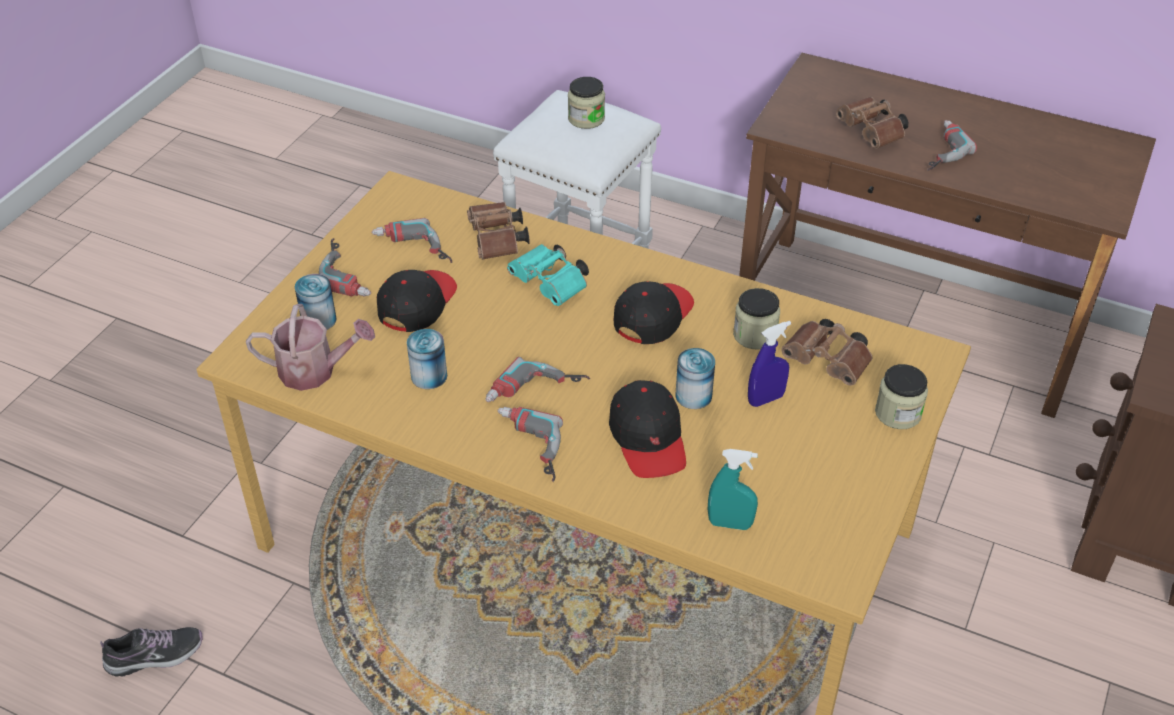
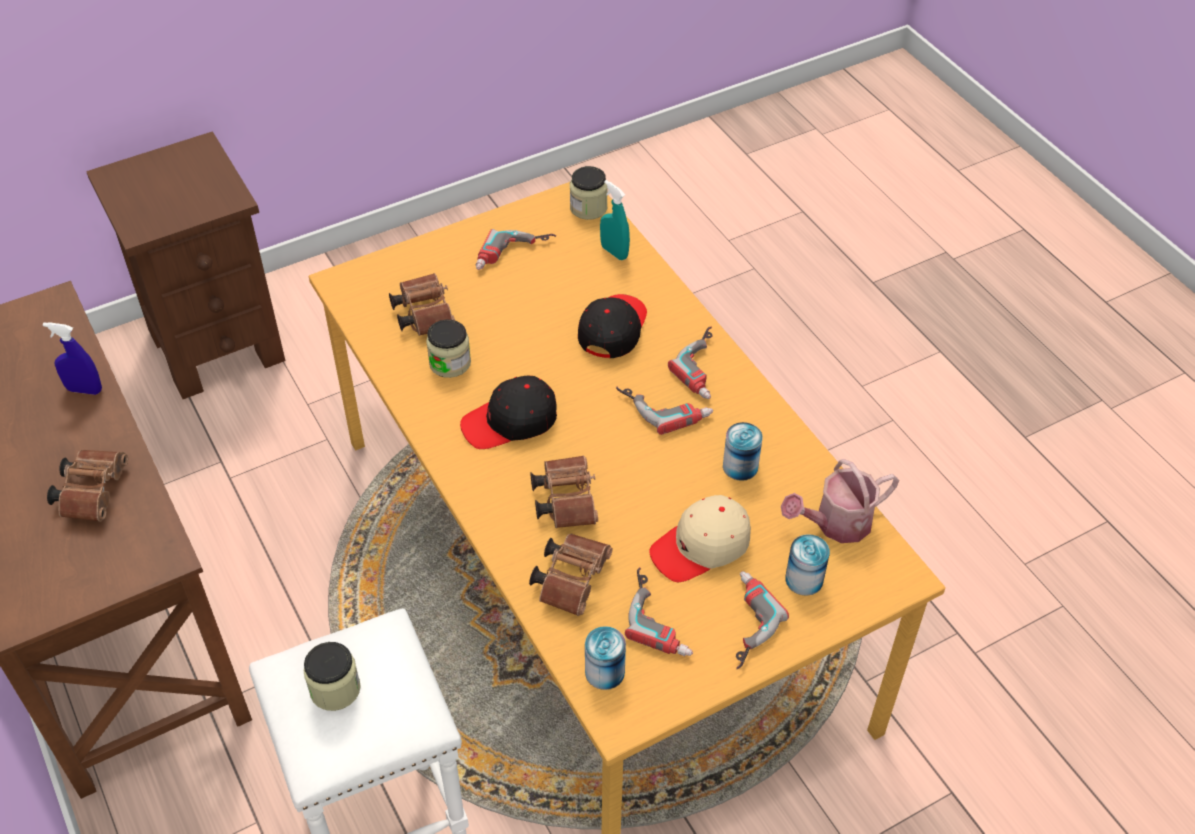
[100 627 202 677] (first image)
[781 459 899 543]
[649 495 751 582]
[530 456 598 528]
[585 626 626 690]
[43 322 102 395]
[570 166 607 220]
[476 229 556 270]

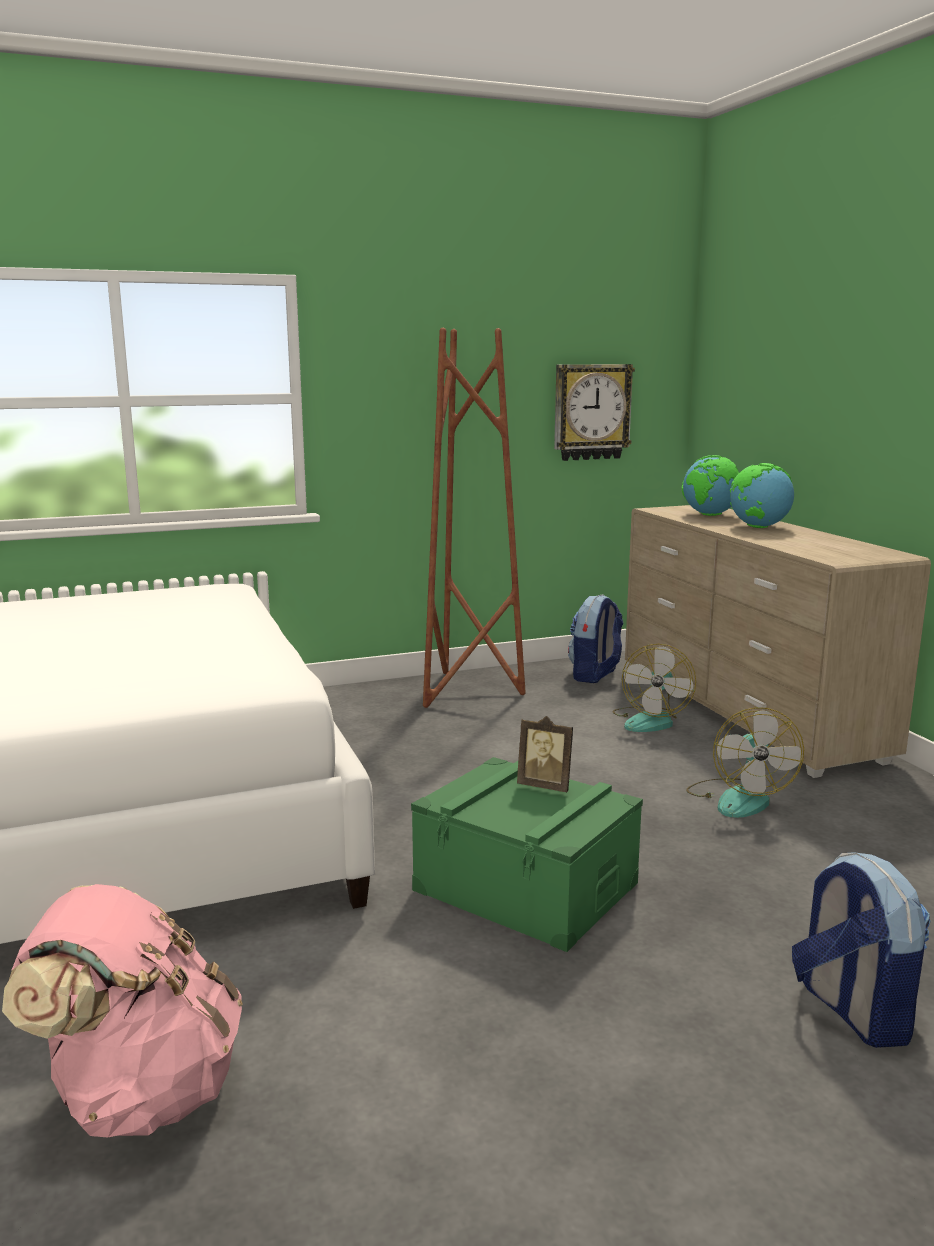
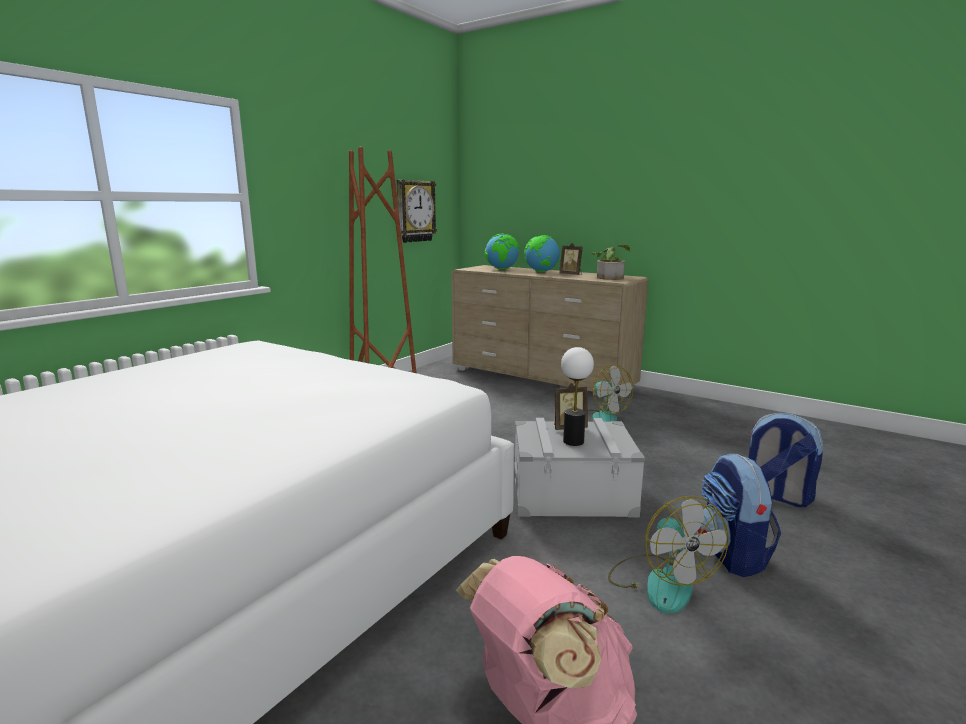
[514 418 645 517]
[697 454 781 577]
[608 496 729 614]
[559 243 583 275]
[561 347 594 446]
[592 244 630 280]

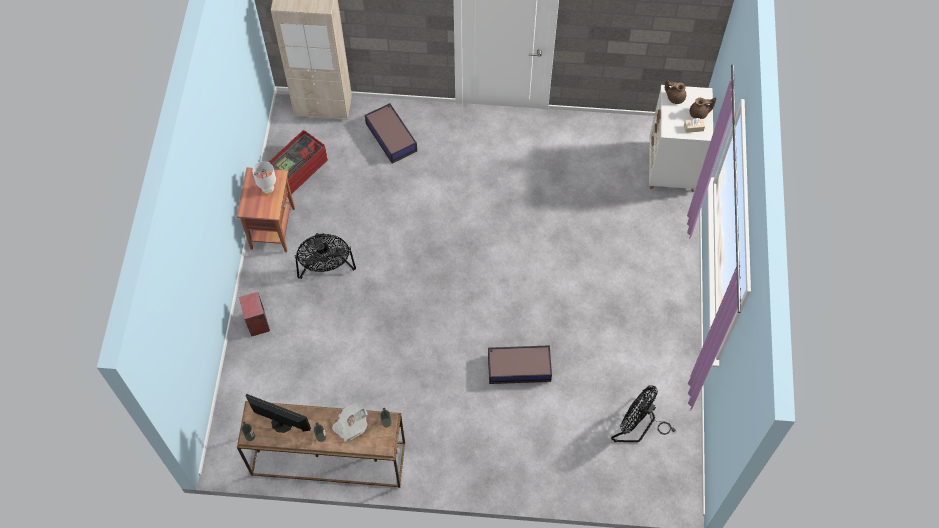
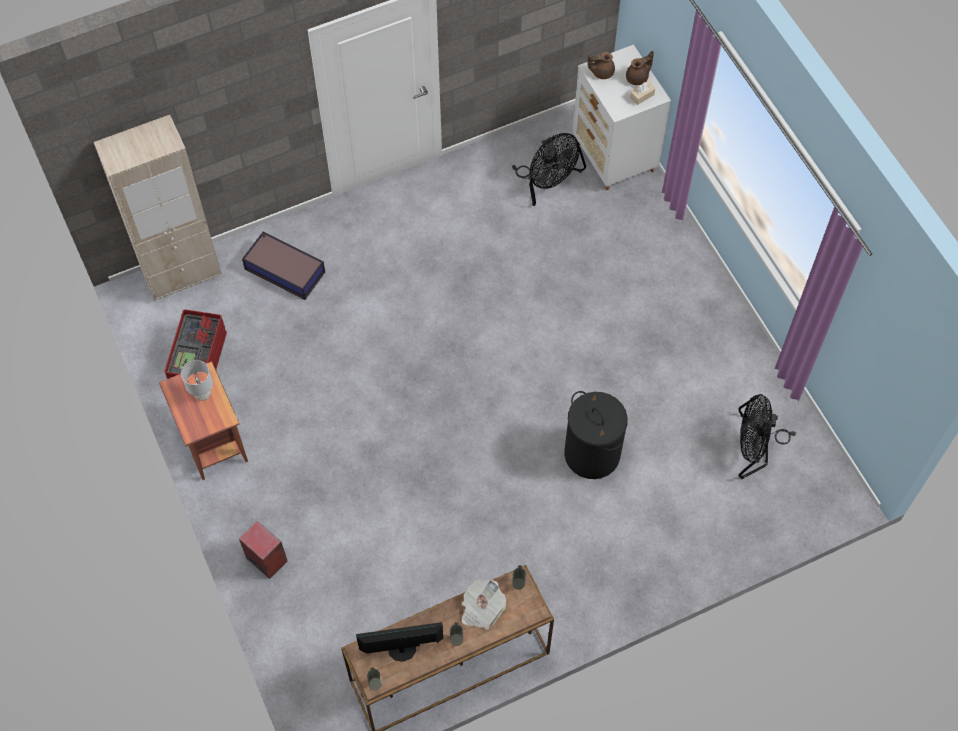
[512 133 586 206]
[564 391 628 479]

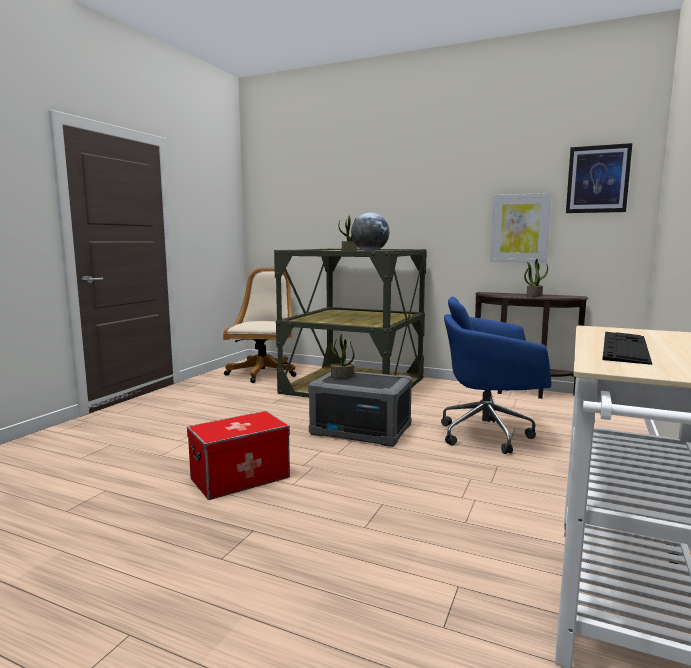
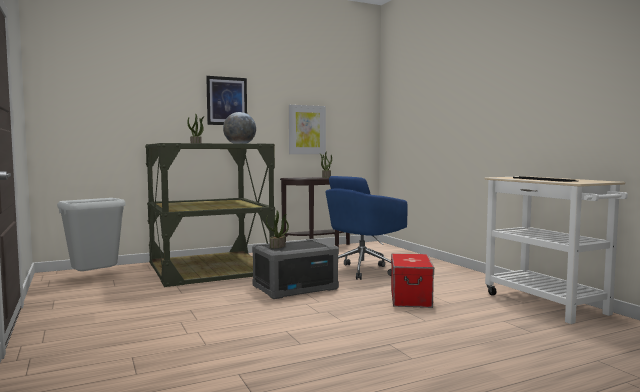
[391 253 434 308]
[57 198 126 271]
[206 76 247 125]

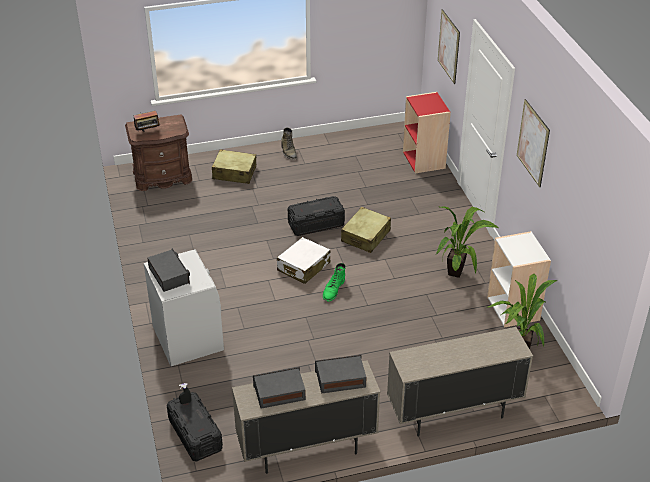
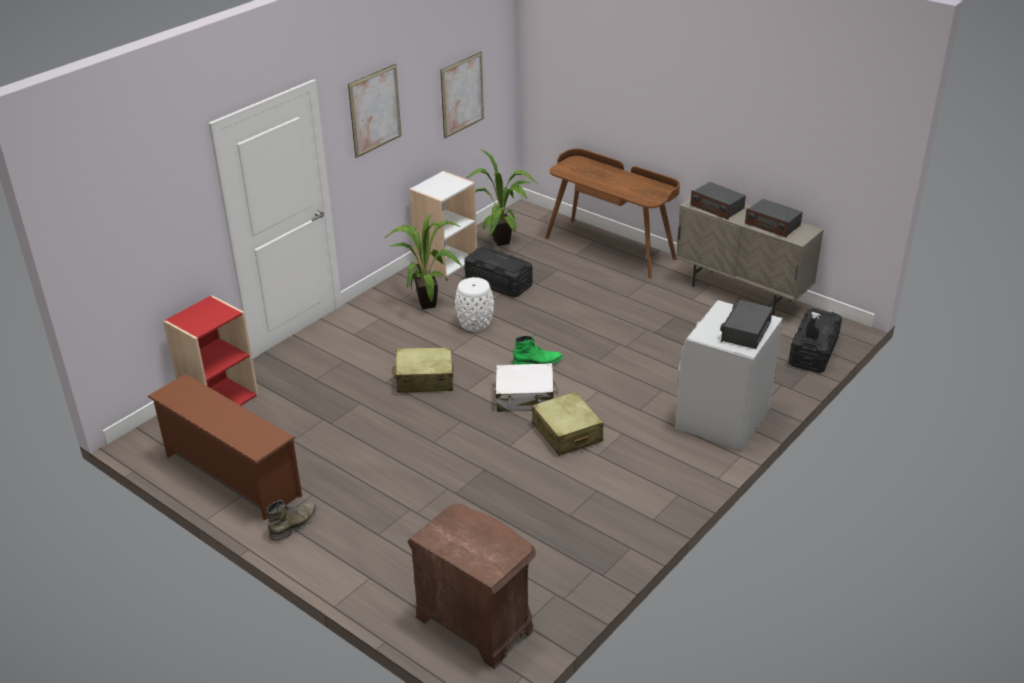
[133 111 160 132] (first image)
[532 392 604 456]
[464 247 533 297]
[545 148 680 279]
[440 52 484 139]
[147 374 302 520]
[455 277 494 332]

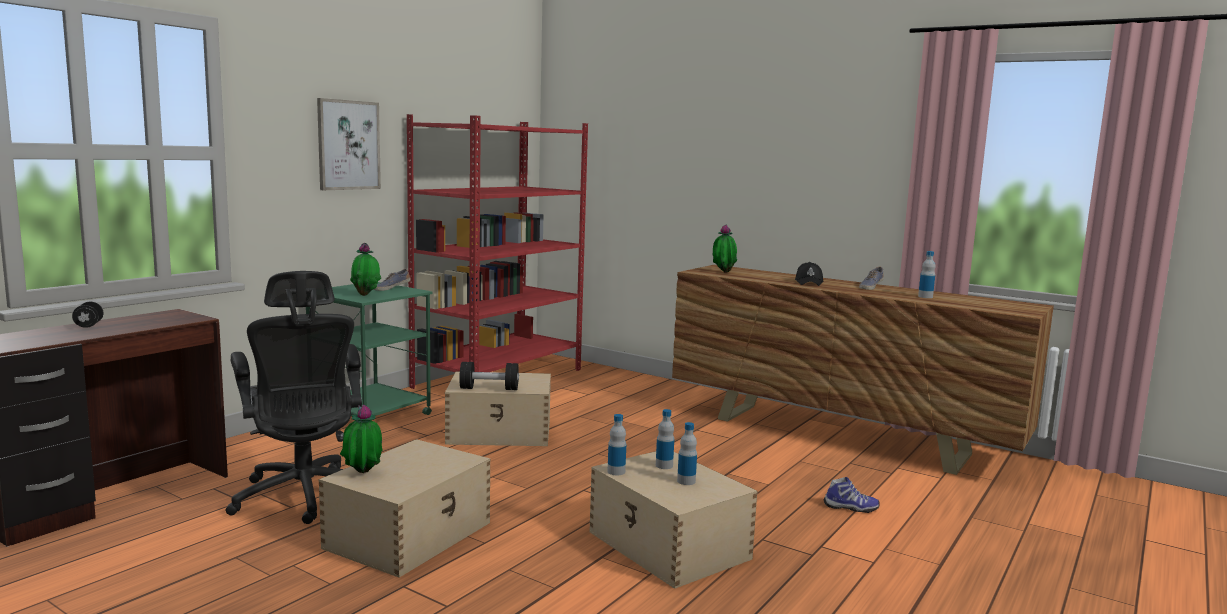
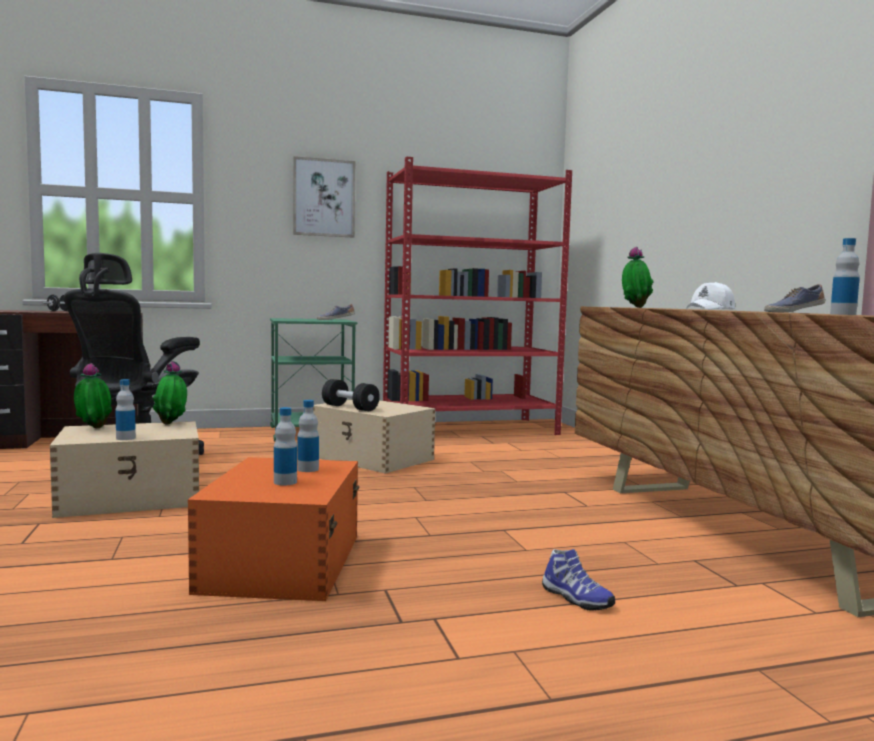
[153 361 187 425]
[188 457 359 601]
[115 379 136 440]
[686 282 736 310]

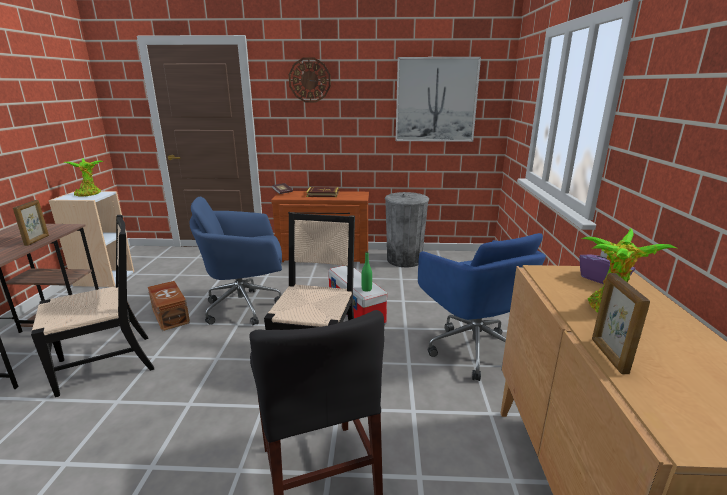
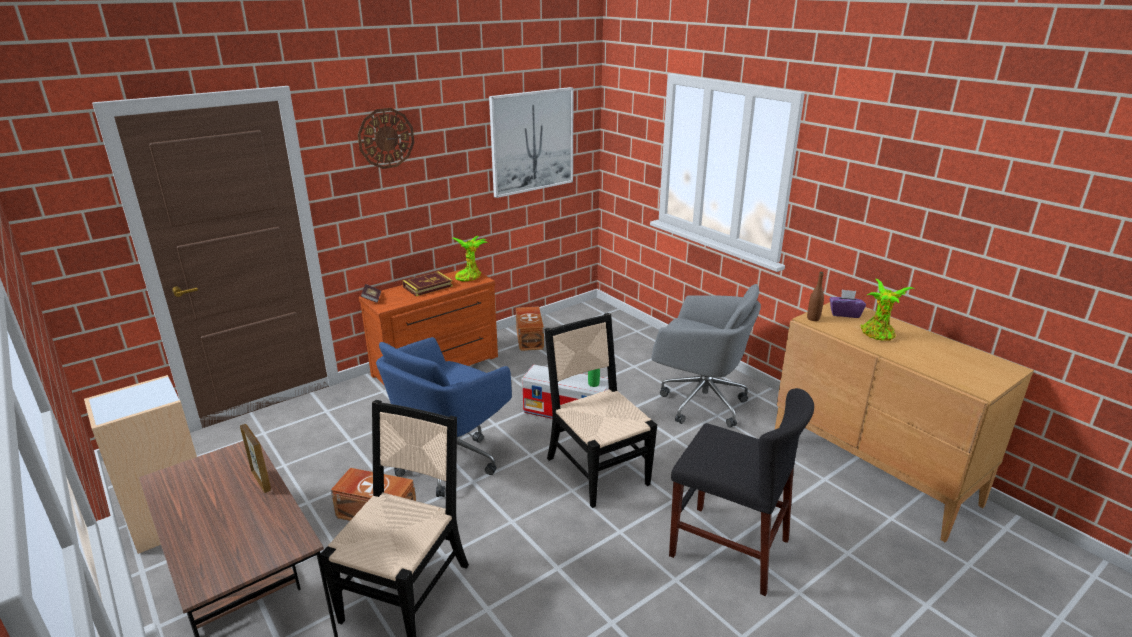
[453 236 489 281]
[516 306 544 351]
[651 284 761 428]
[592 273 650 374] (first image)
[807 272 824 321]

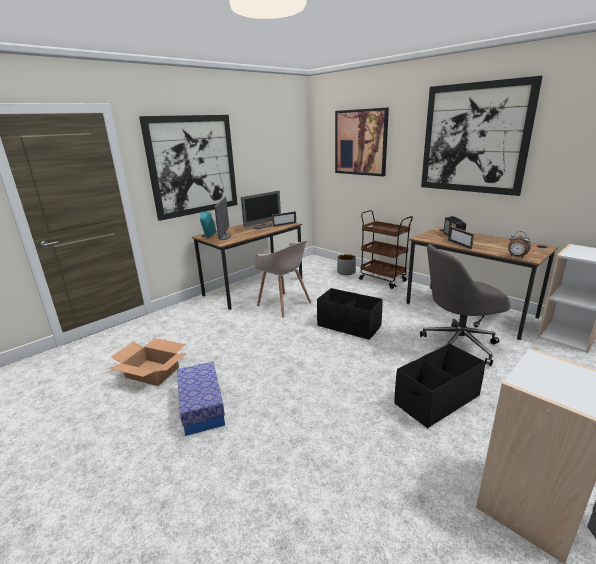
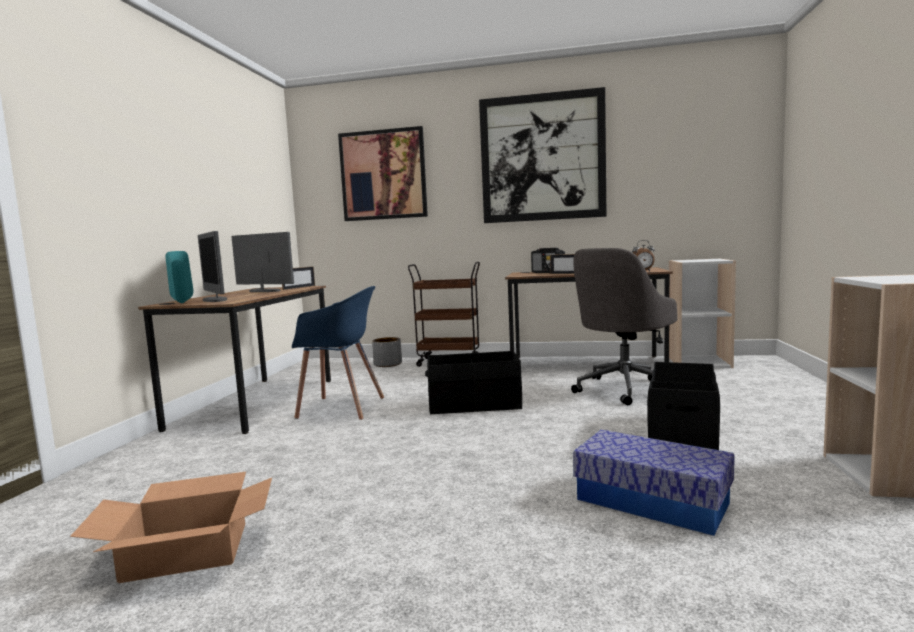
[139 115 237 221] (first image)
[573 430 735 536]
[232 232 294 292]
[292 286 384 420]

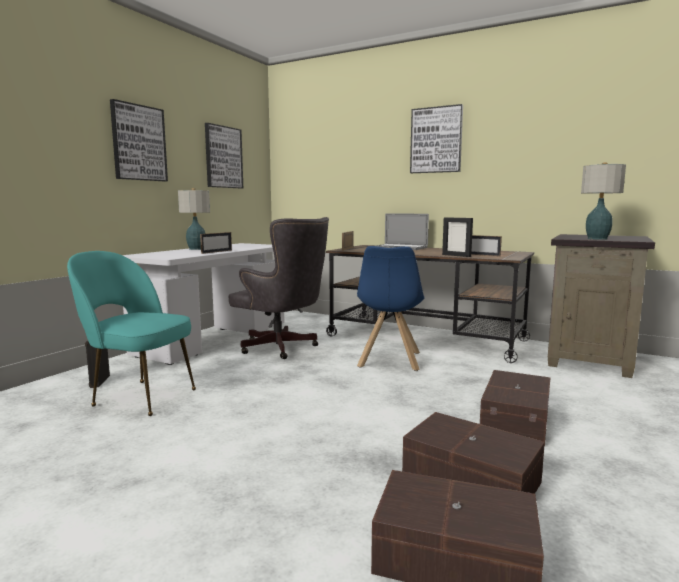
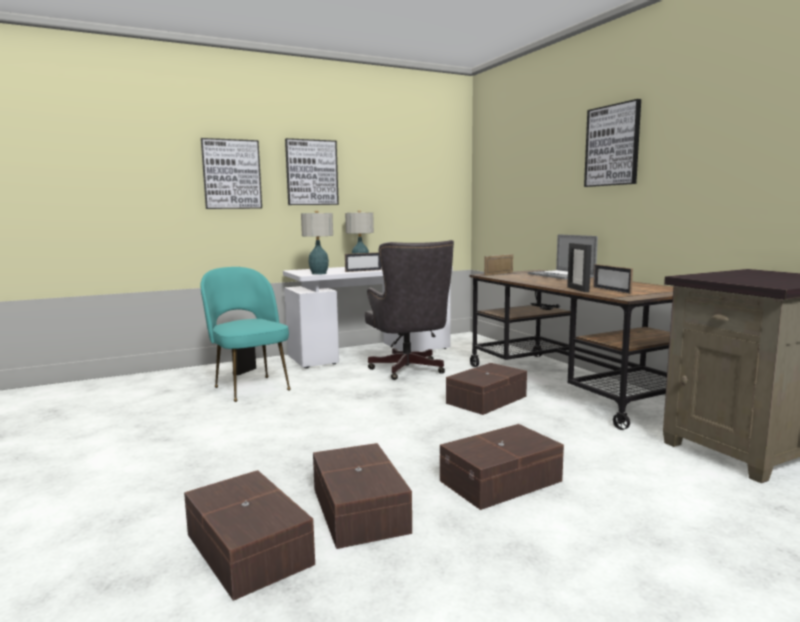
[201 138 262 209]
[446 363 527 415]
[301 211 333 275]

